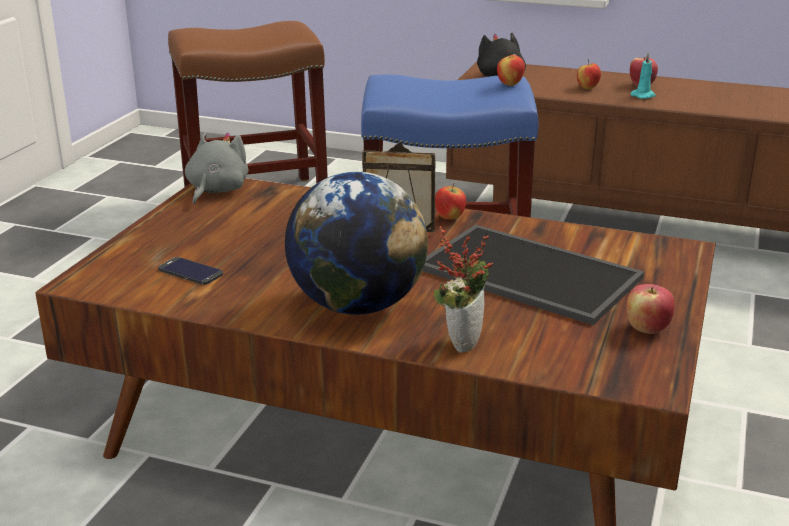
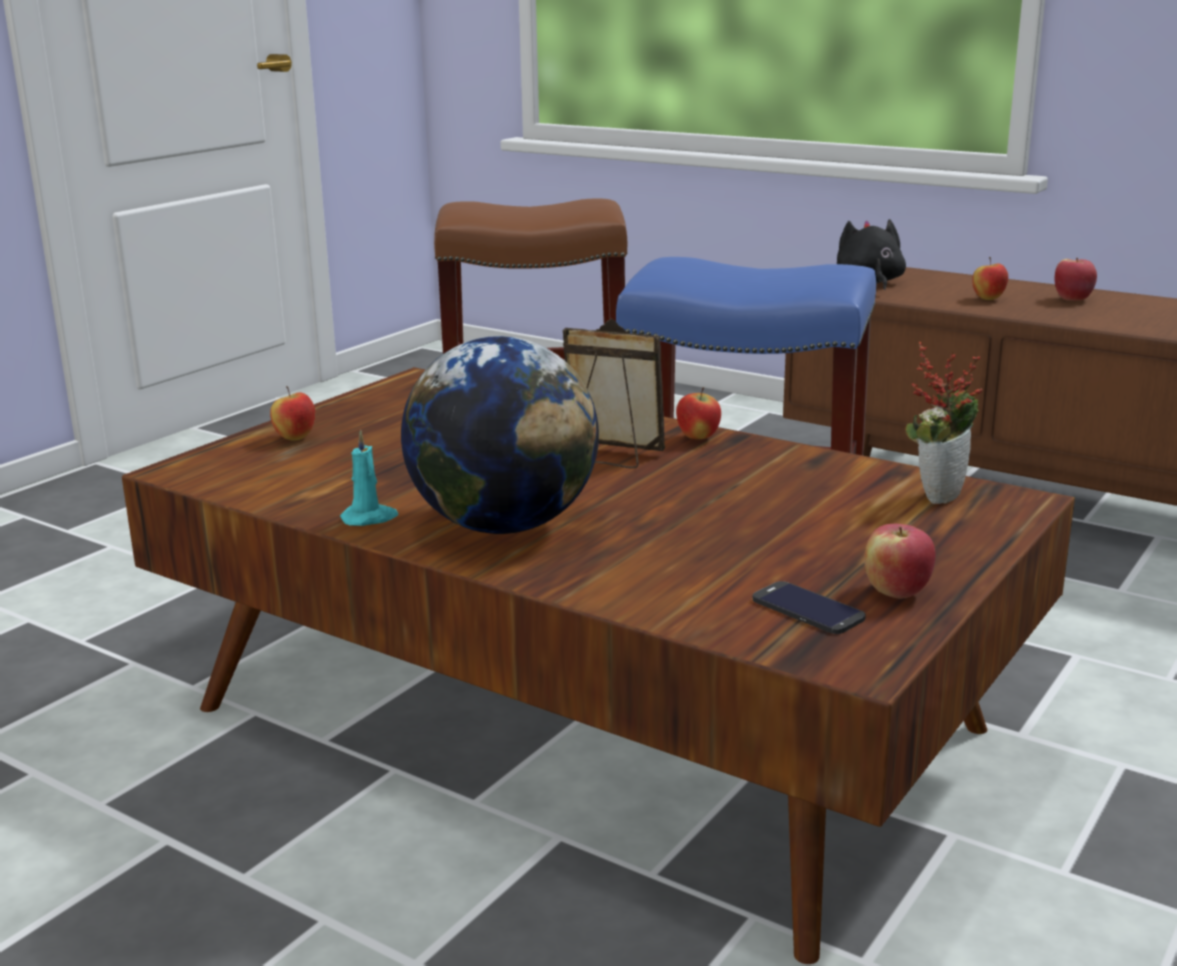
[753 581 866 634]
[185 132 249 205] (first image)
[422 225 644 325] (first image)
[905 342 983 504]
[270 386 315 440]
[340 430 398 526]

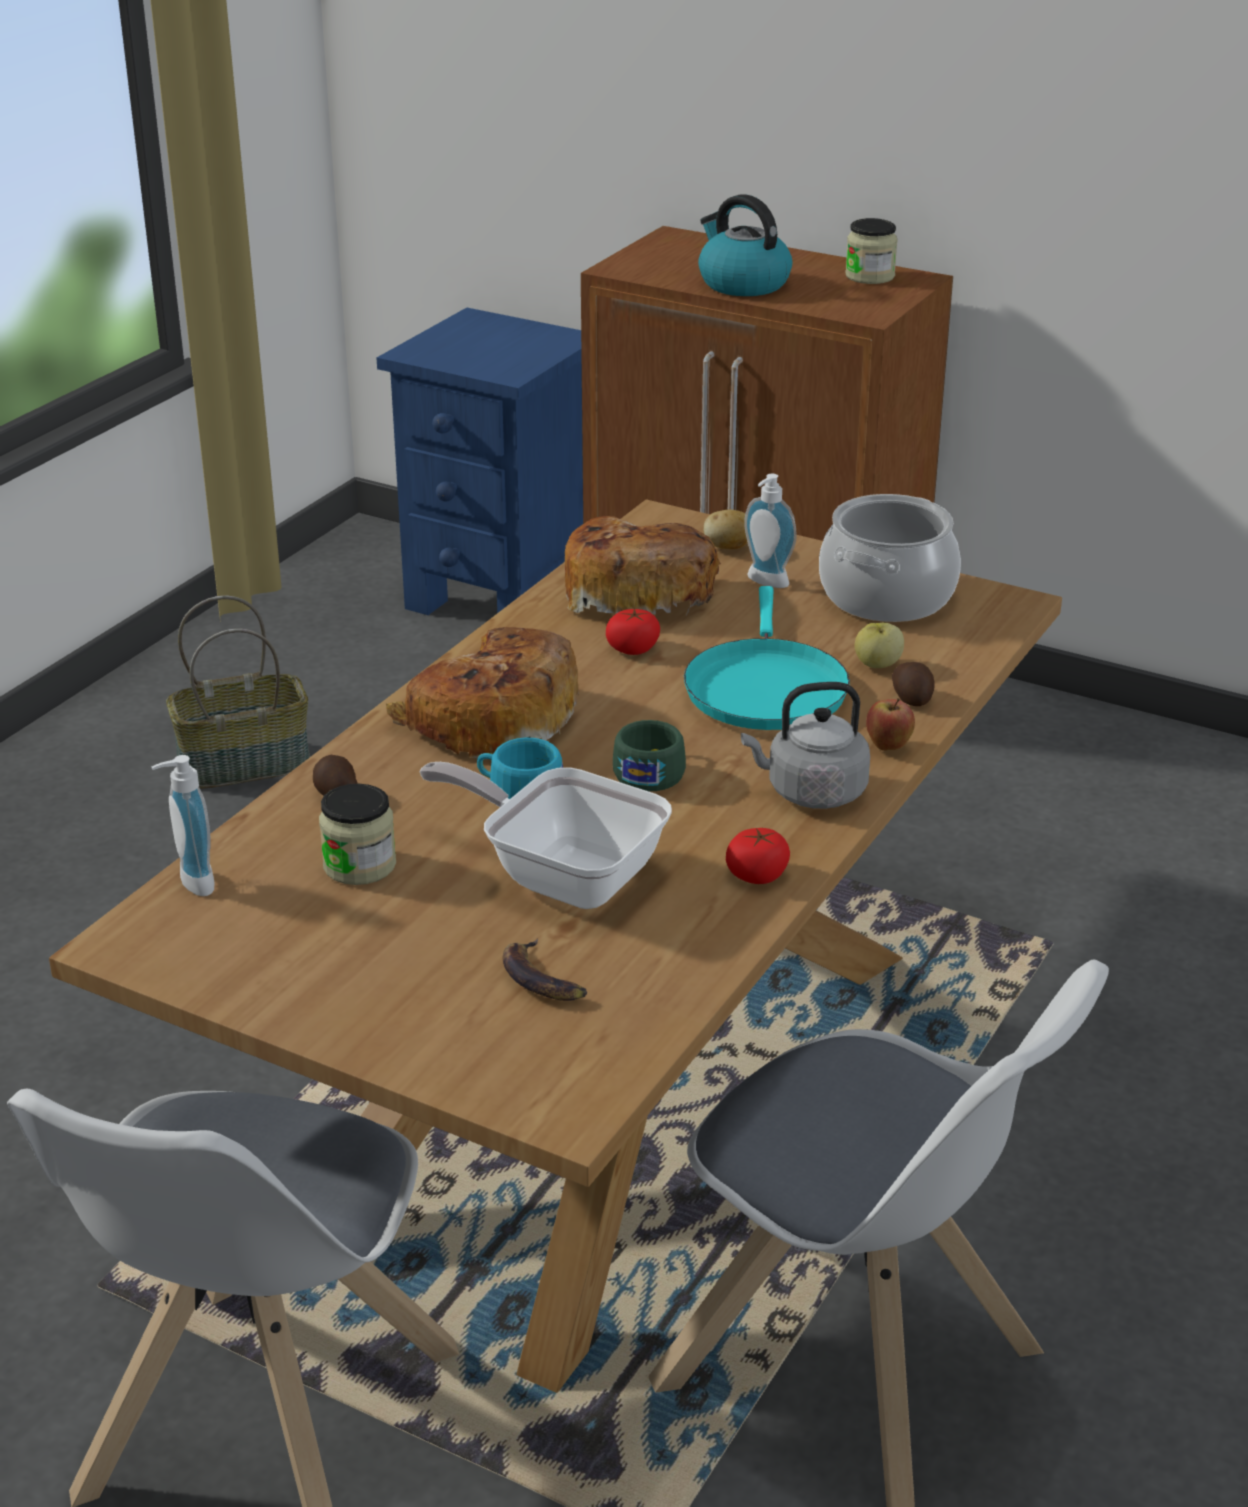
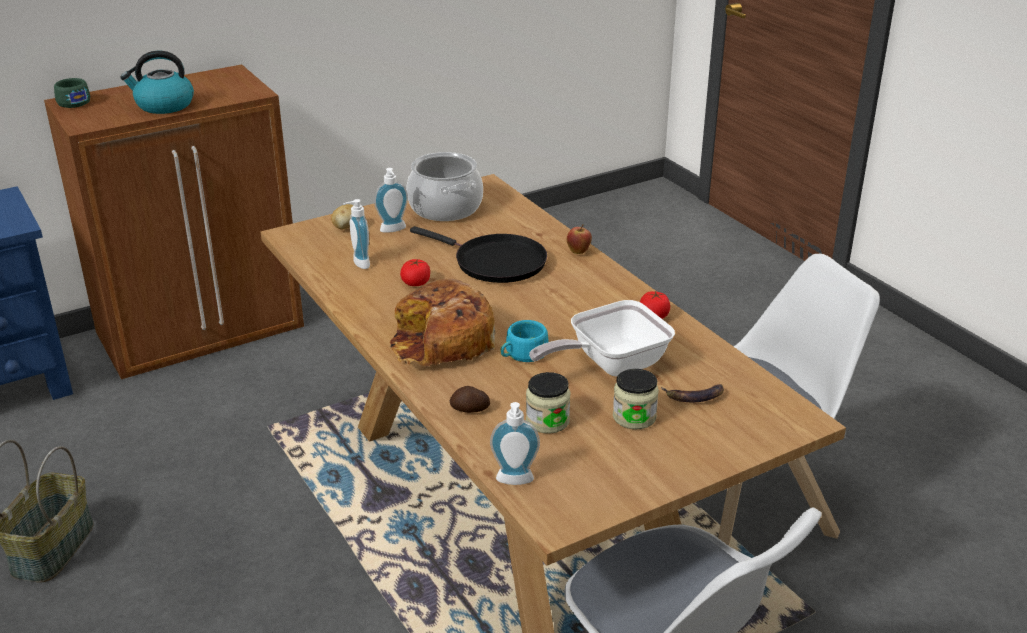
[343 199 370 269]
[54 78 90 108]
[410 226 547 283]
[741 682 870 809] (first image)
[613 369 659 429]
[855 623 904 668] (first image)
[892 662 935 706] (first image)

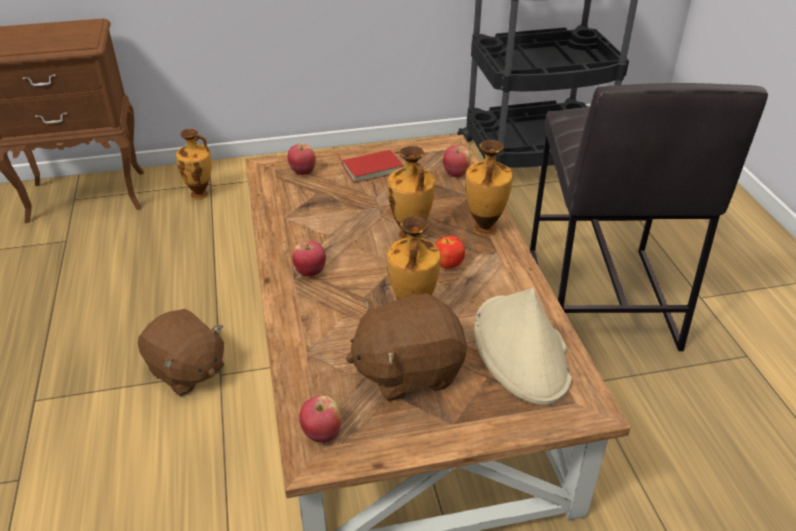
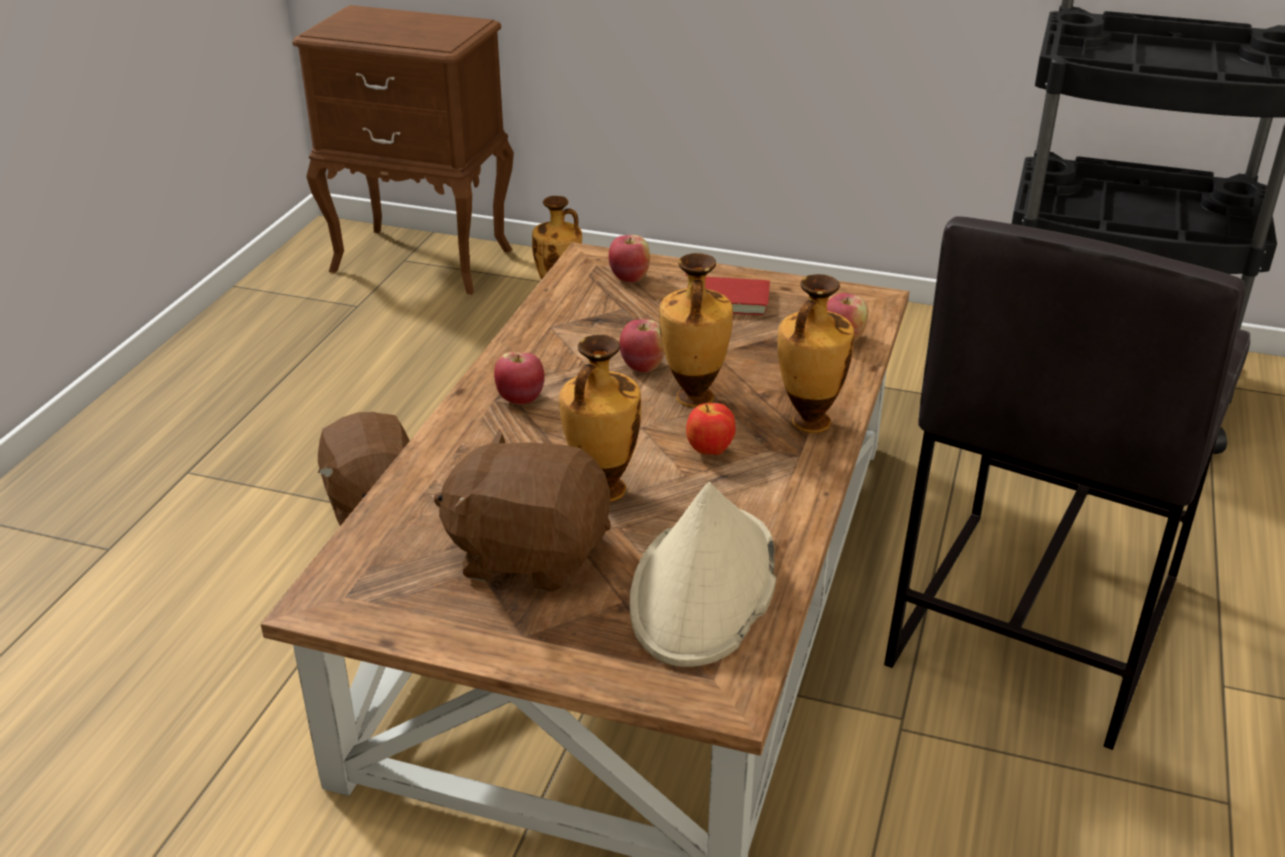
[619 319 665 373]

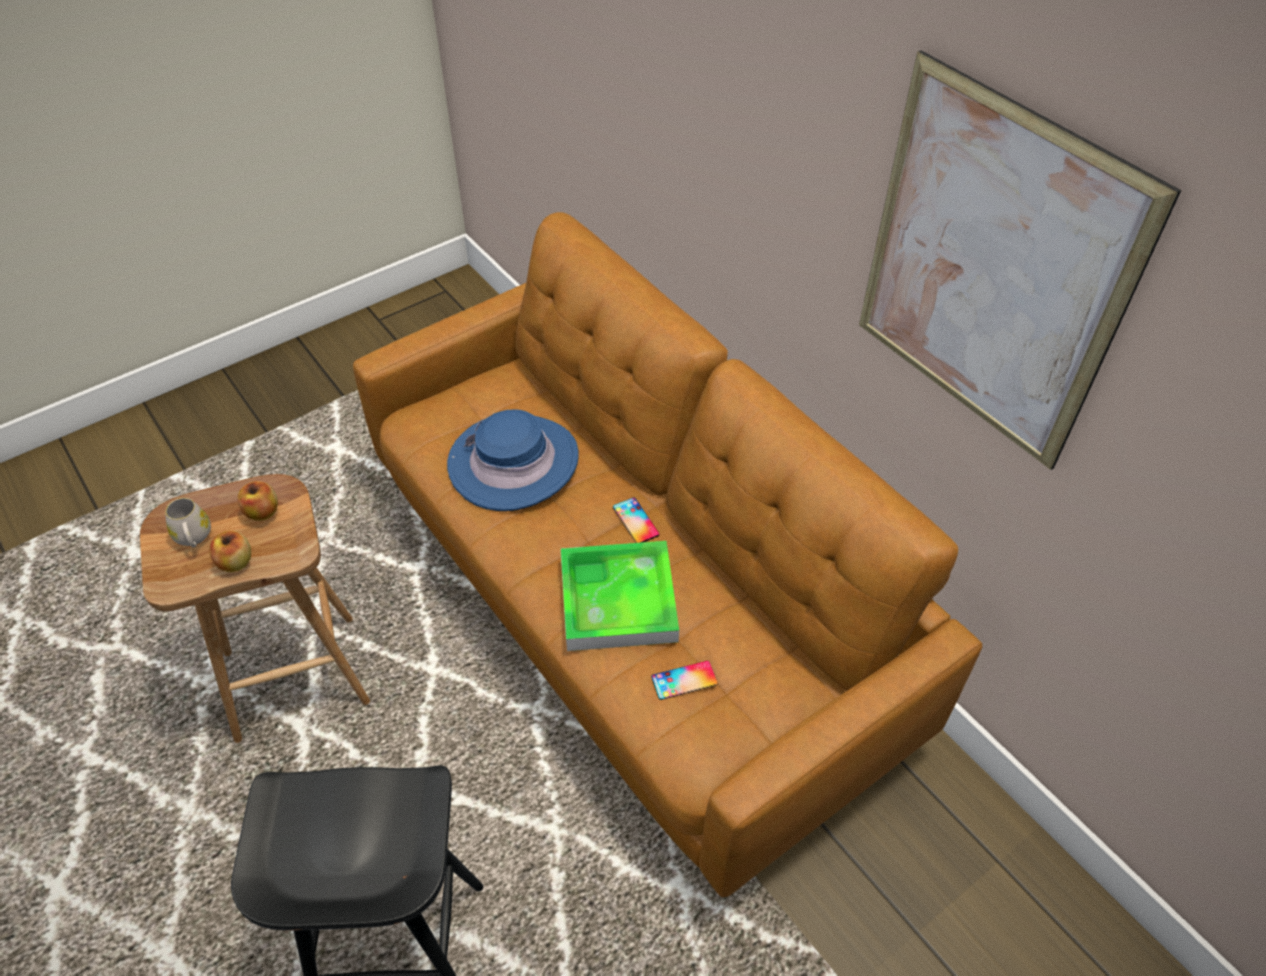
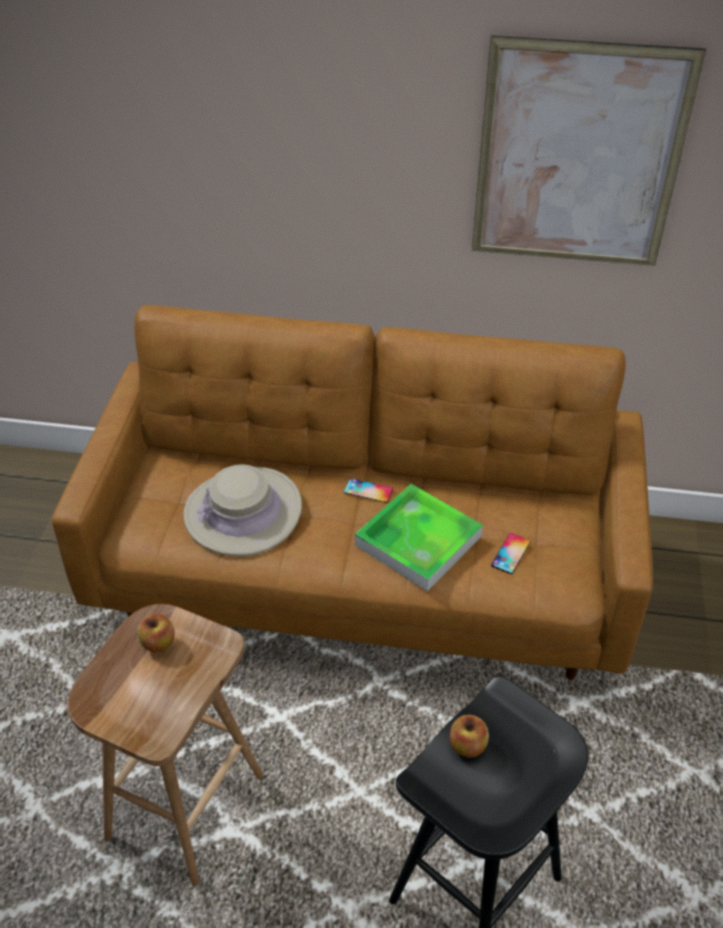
[165 498 211 548] (first image)
[450 715 489 758]
[183 464 302 557]

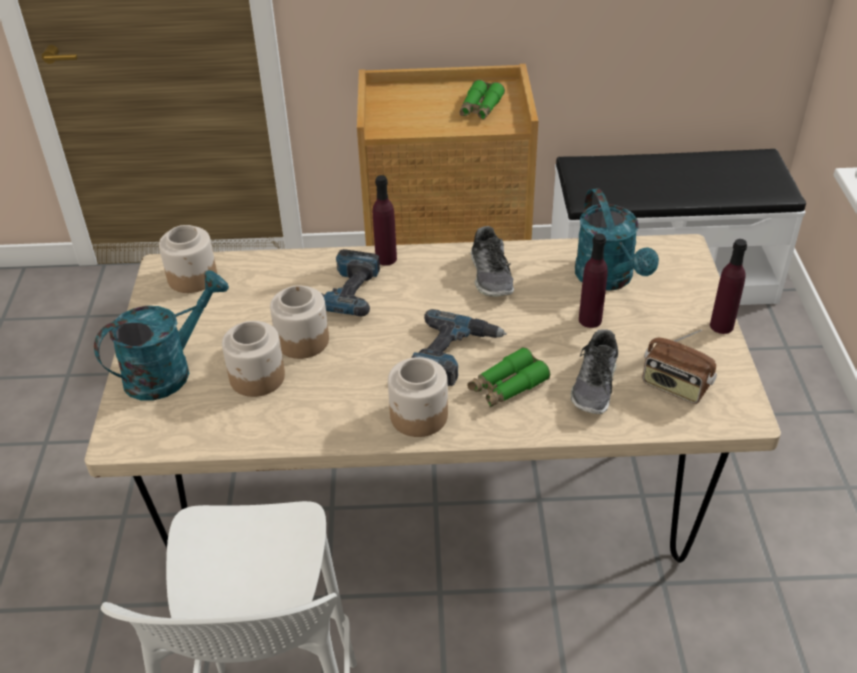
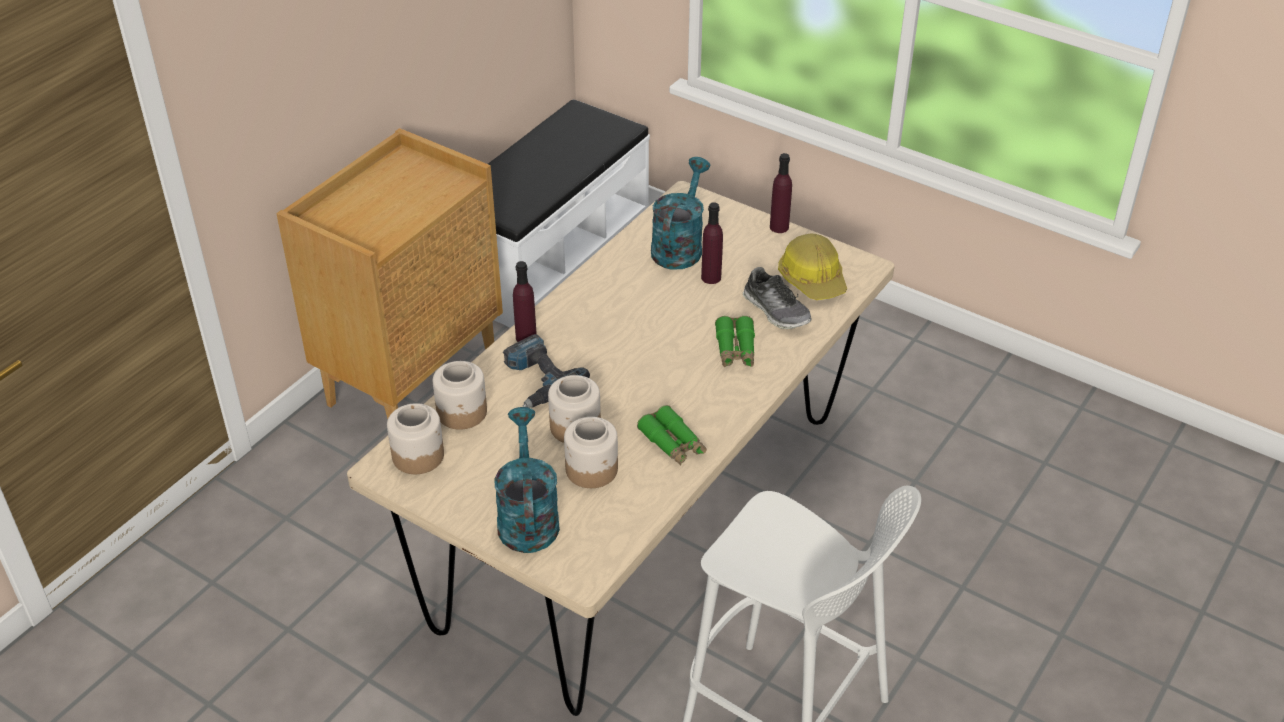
[433 361 487 430]
[411 309 507 386] (first image)
[637 405 707 465]
[471 226 514 297] (first image)
[651 157 710 270]
[778 233 847 300]

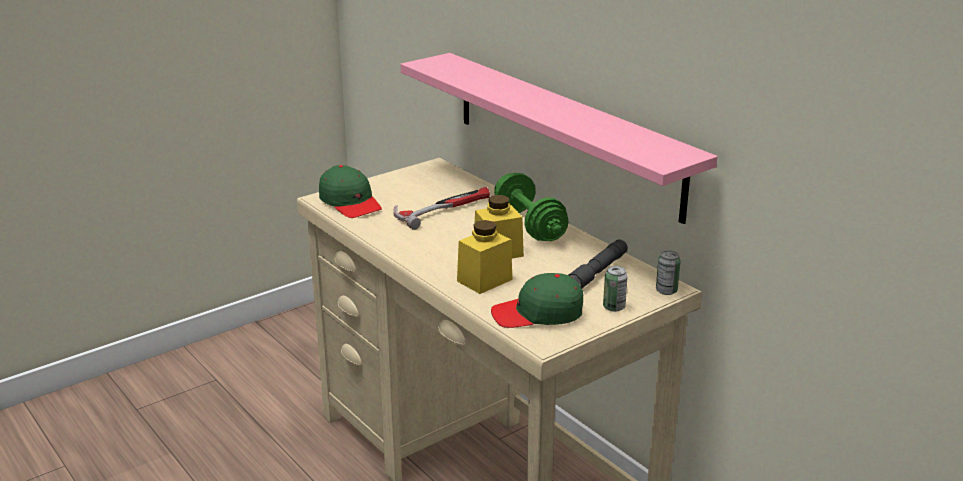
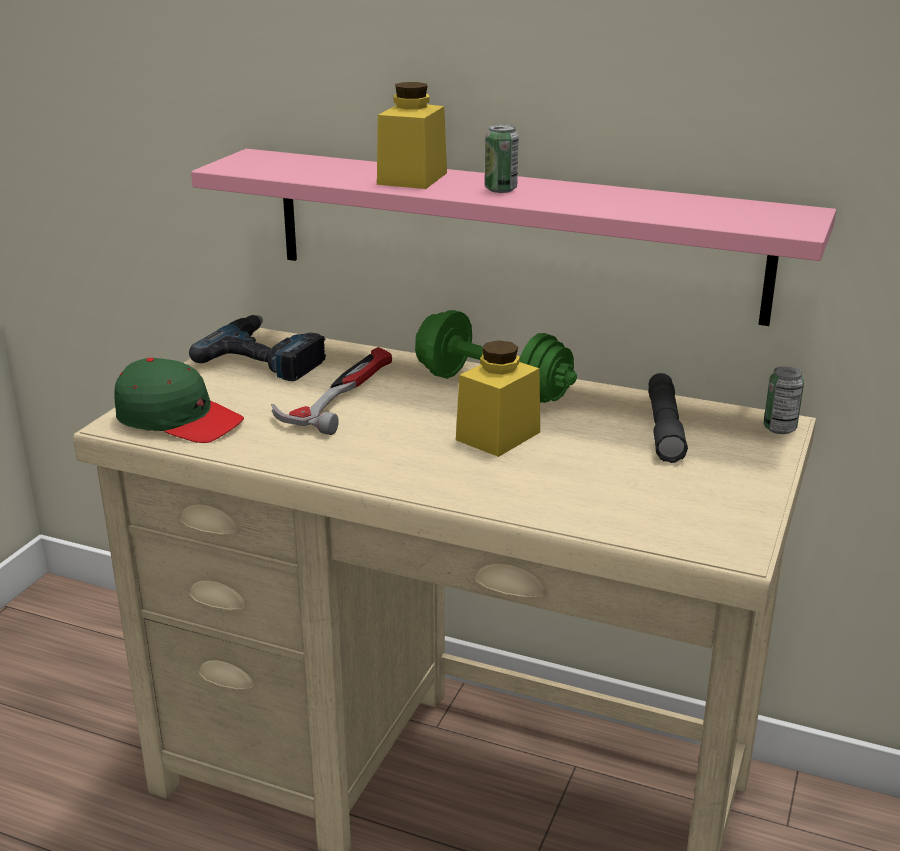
[377 82 447 189]
[491 273 583 328] (first image)
[485 124 519 193]
[189 315 326 381]

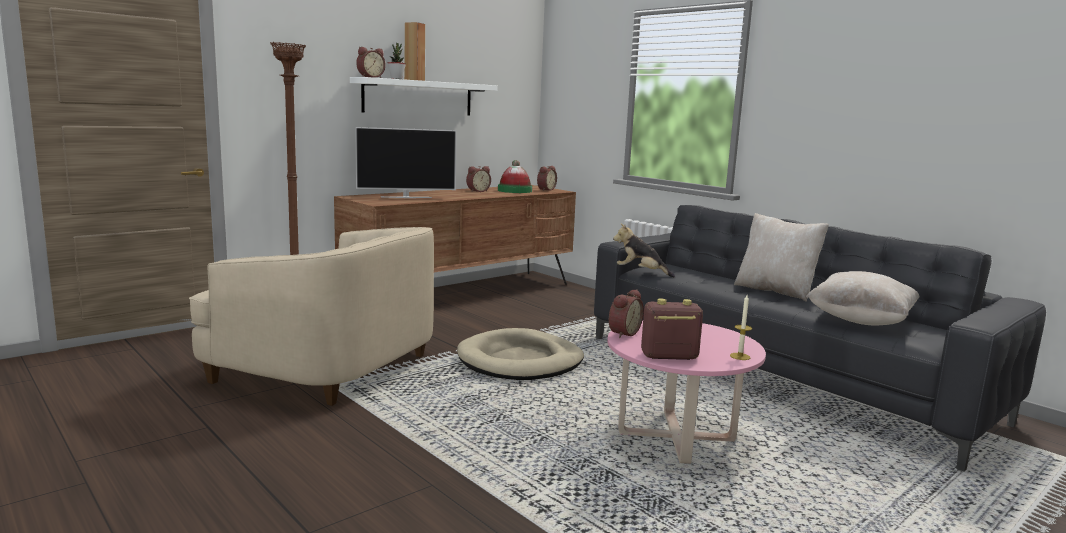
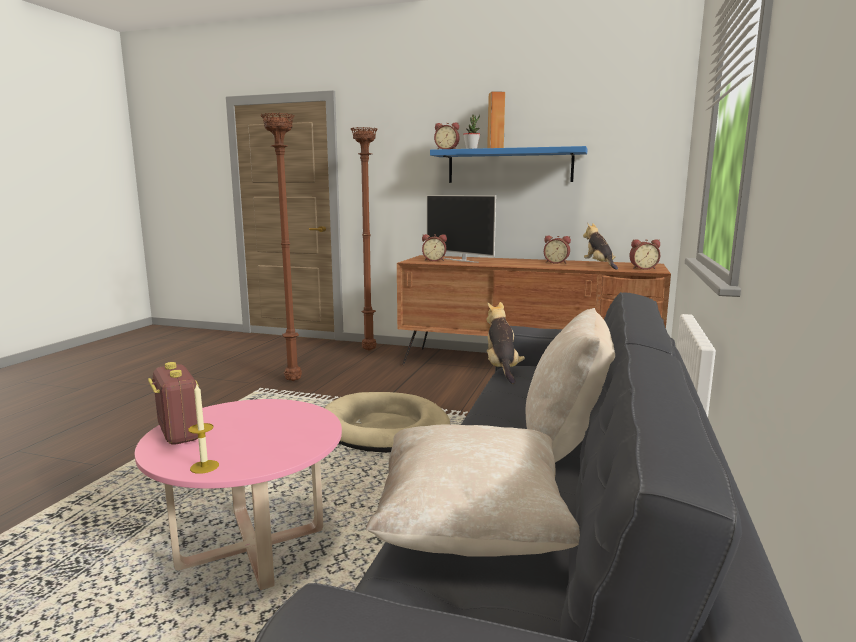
[261 112 302 381]
[430 146 588 183]
[583 223 618 270]
[422 234 447 261]

